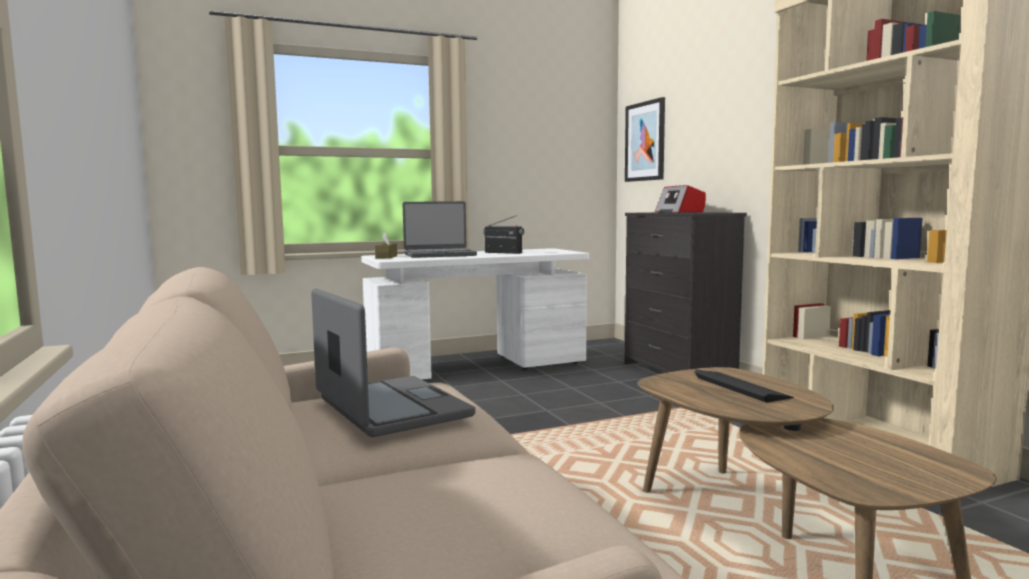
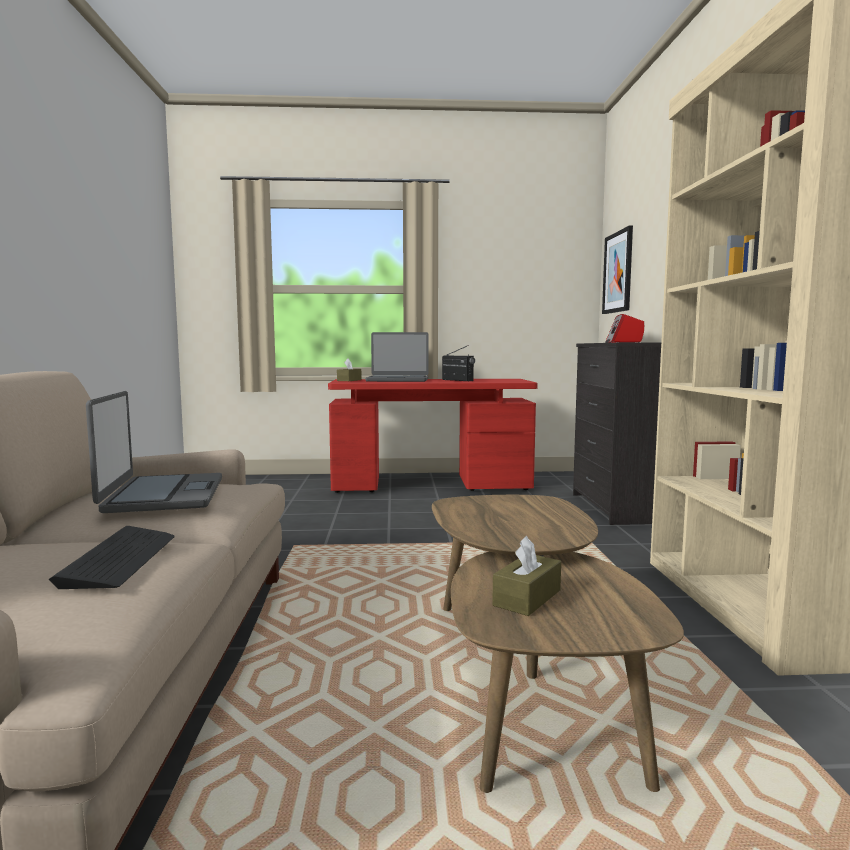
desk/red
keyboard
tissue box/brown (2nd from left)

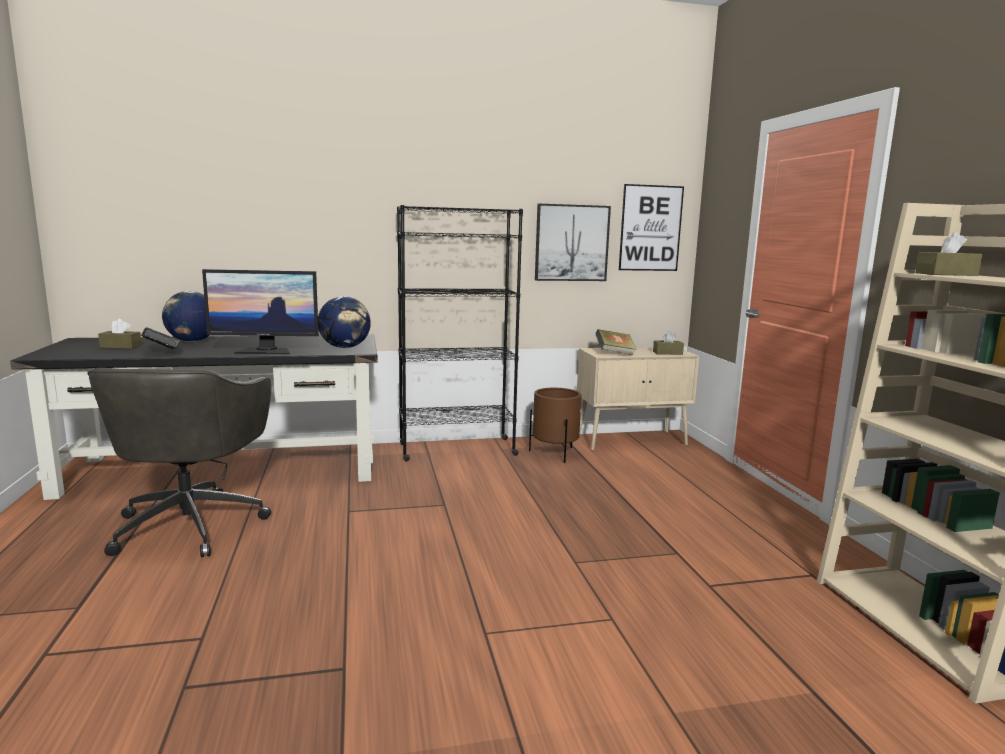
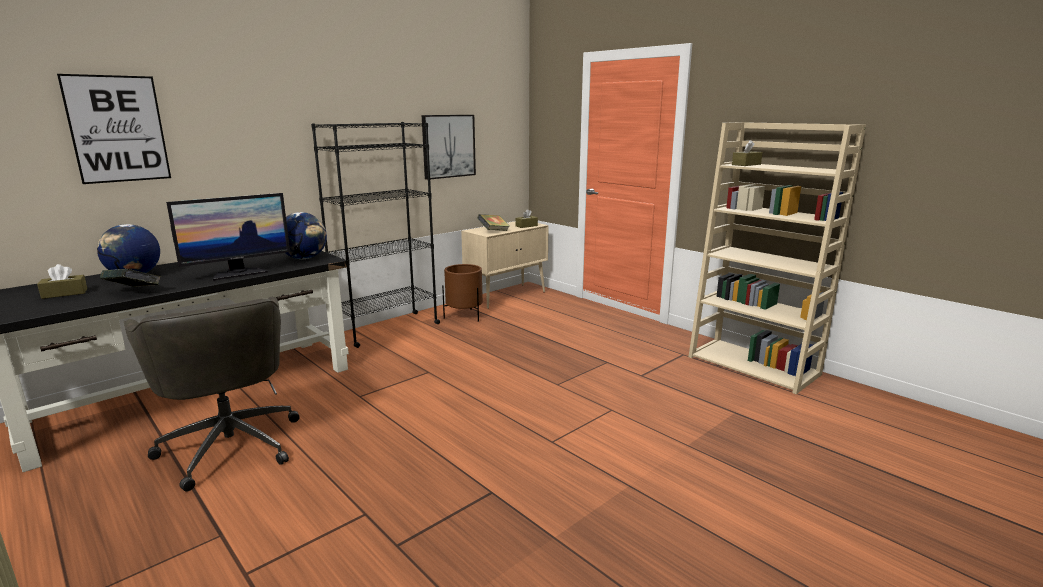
picture (1st from left)

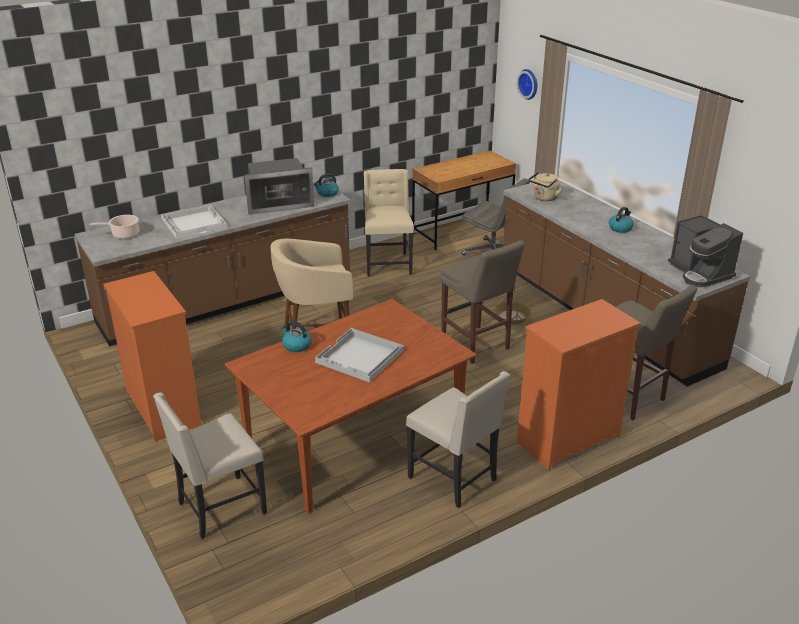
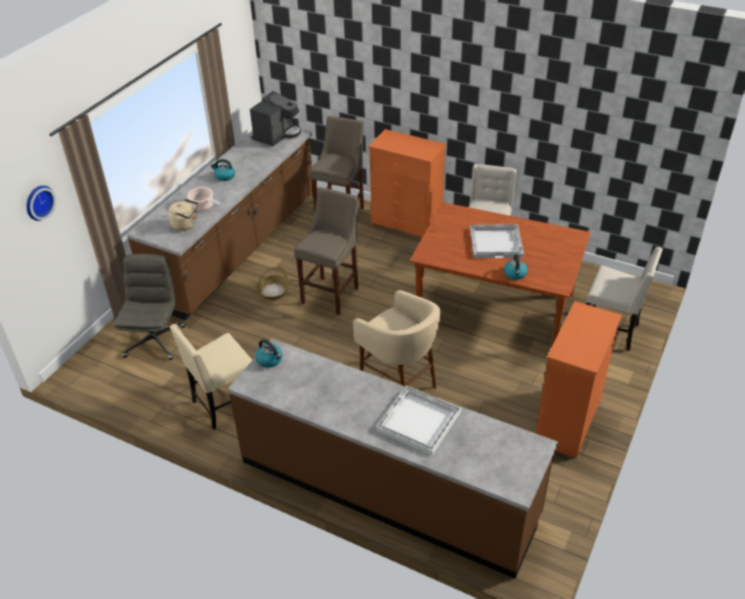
desk/brown
microwave
cooking pot

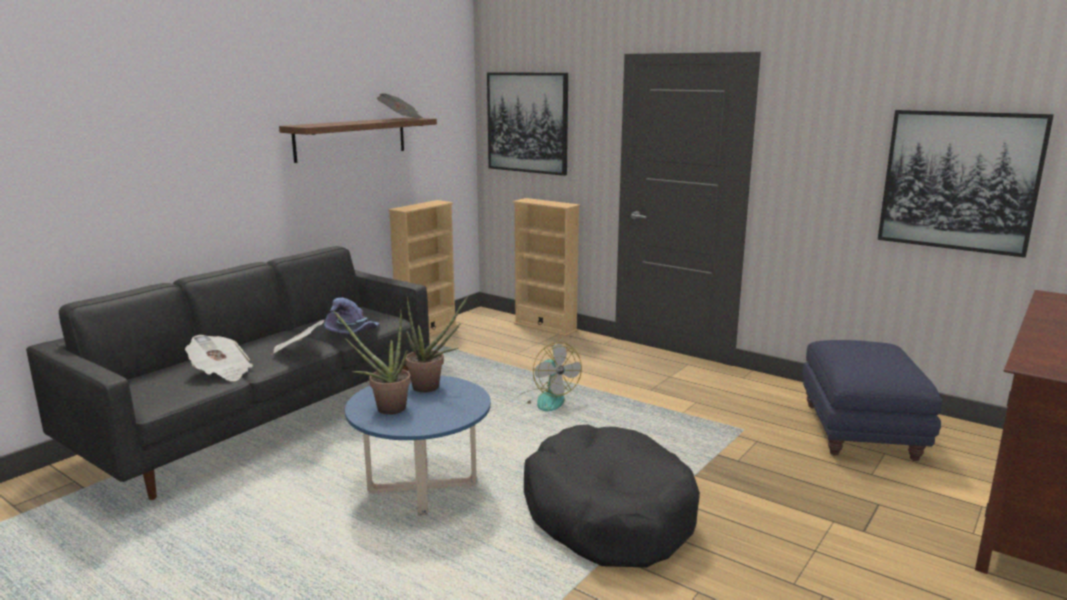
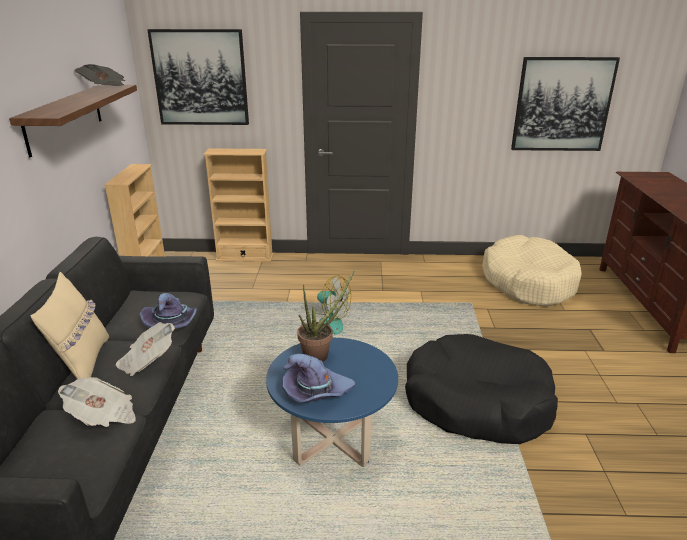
hat/purple (2nd from left)
dog bed/beige
pillow/beige

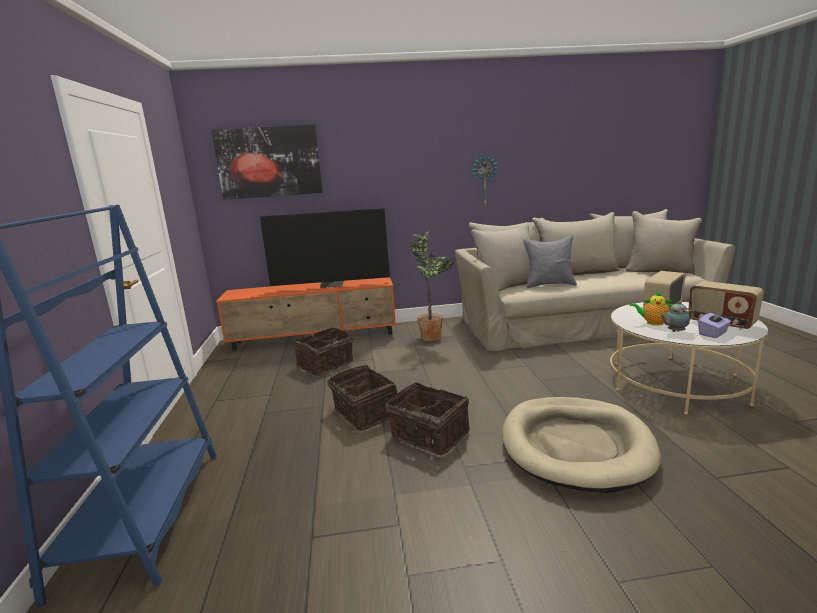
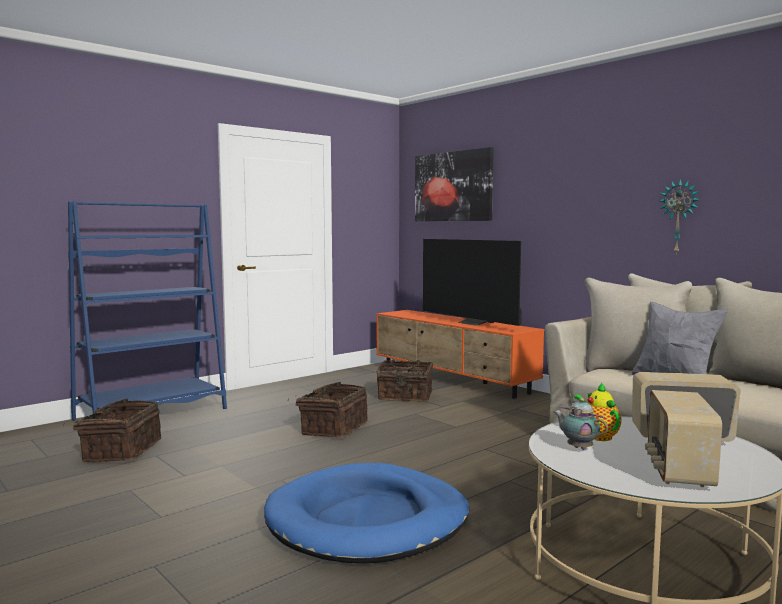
potted plant
tissue box/purple
basket (1st from left)
dog bed/blue

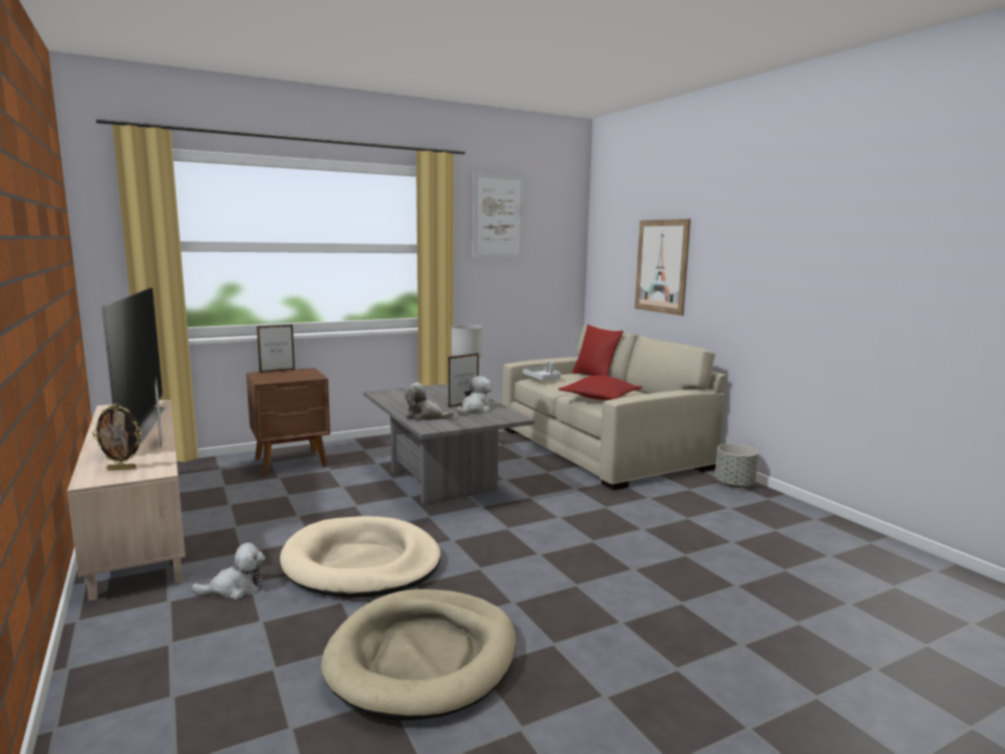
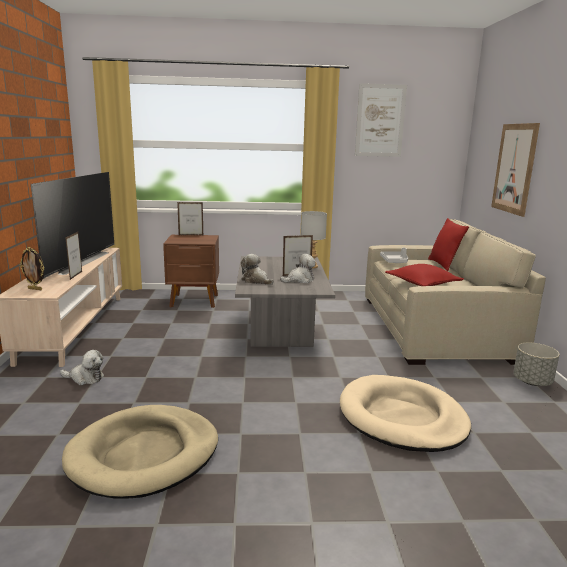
dog bed/beige (2nd from left)

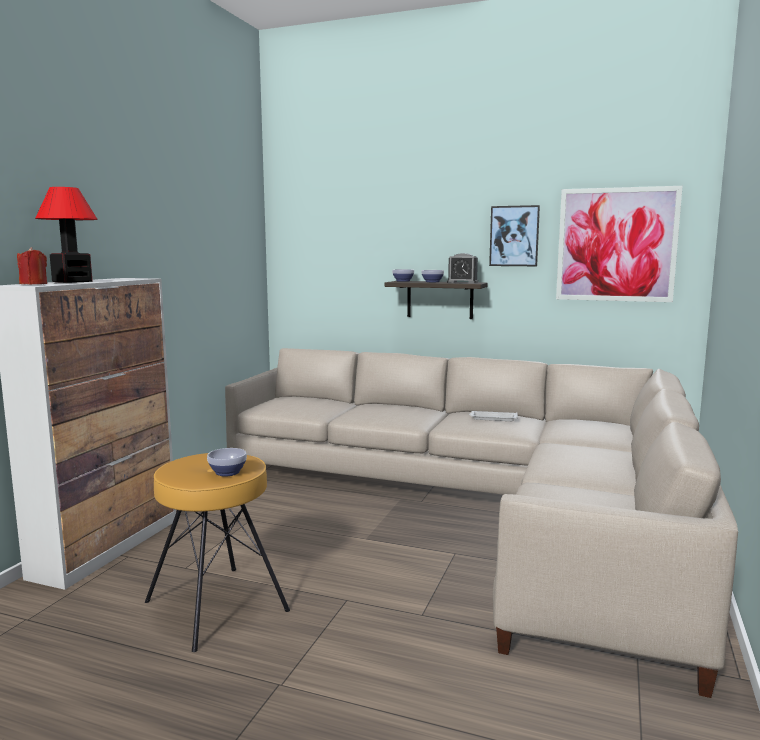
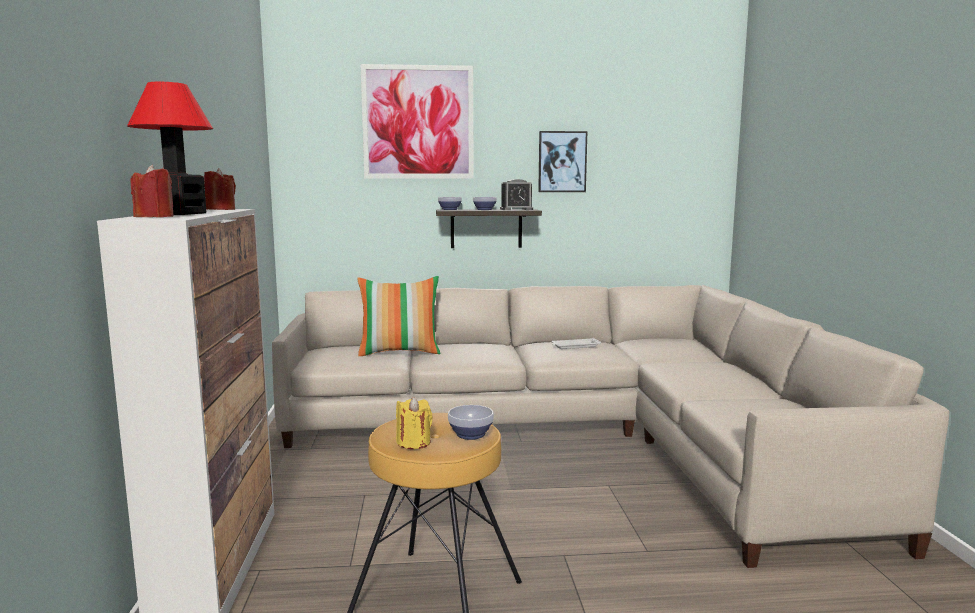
picture (1st from left)
candle/red (2nd from left)
pillow
candle/yellow

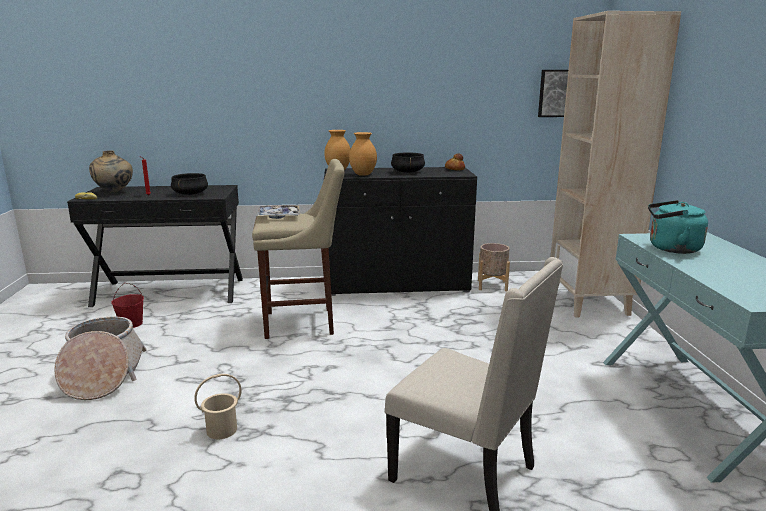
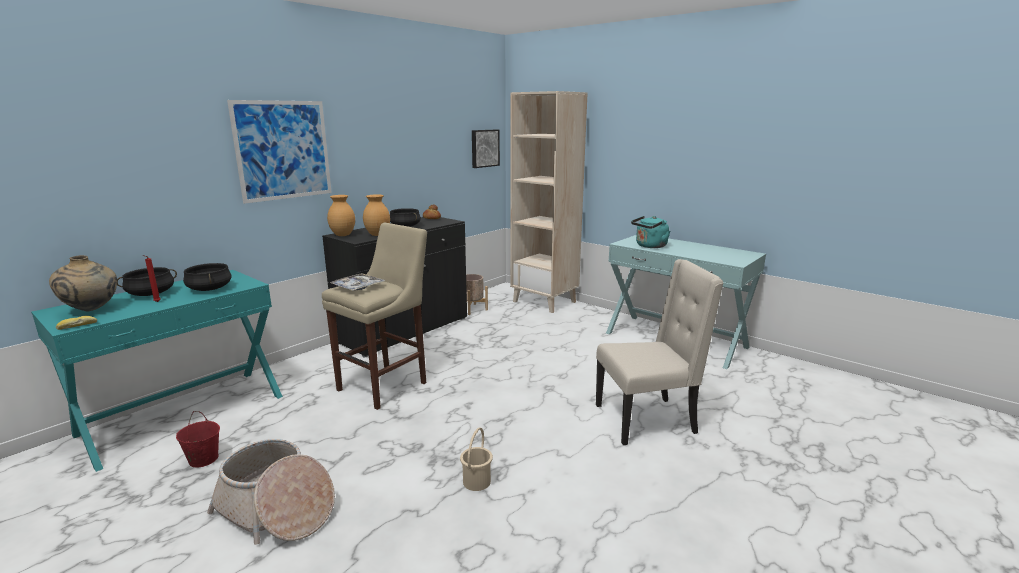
console table/turquoise (1st from left)
picture (1st from left)
cooking pot/black (1st from left)

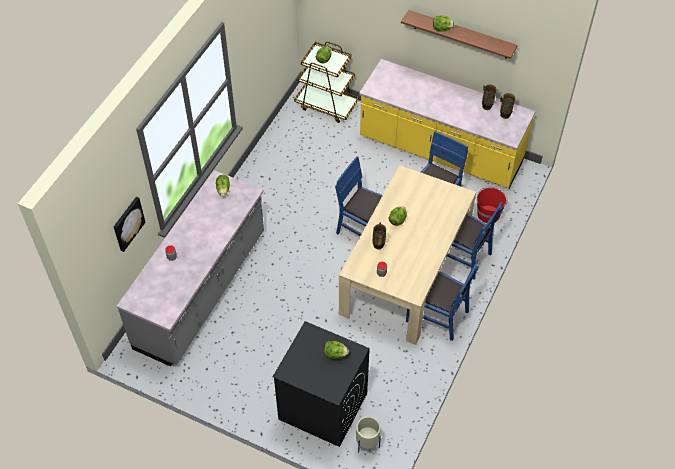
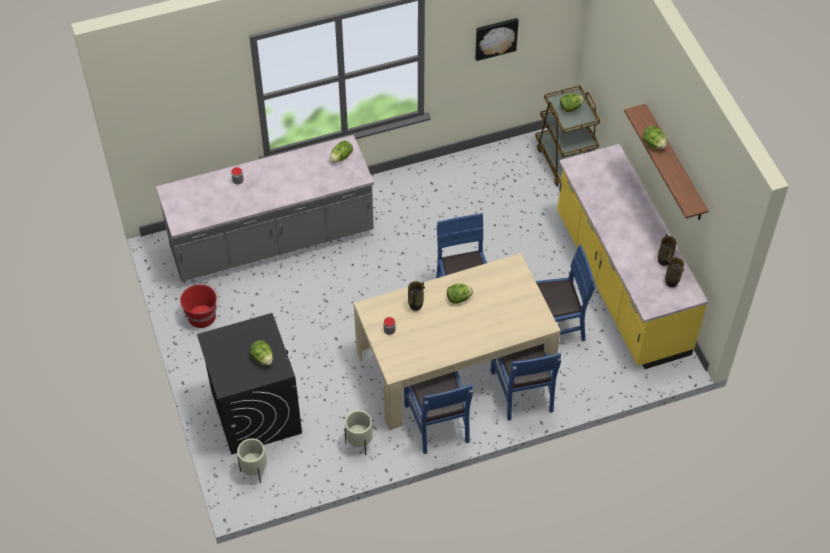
bucket/red
picture
planter/beige (2nd from left)

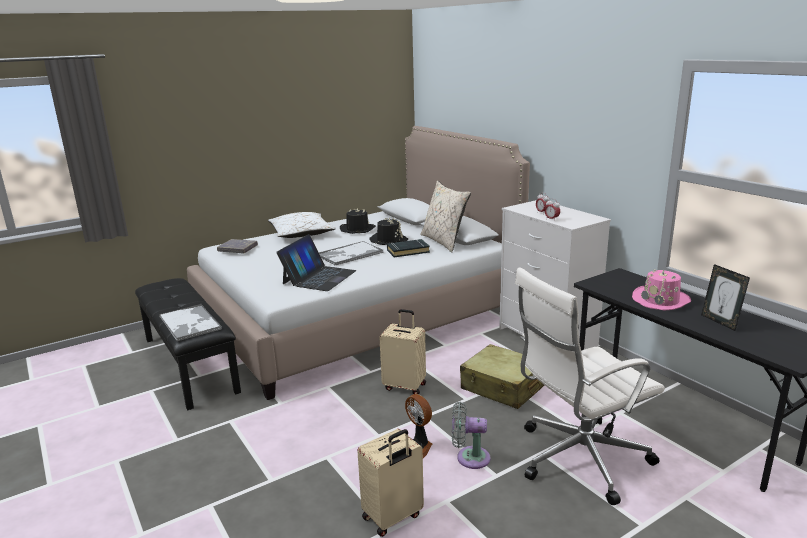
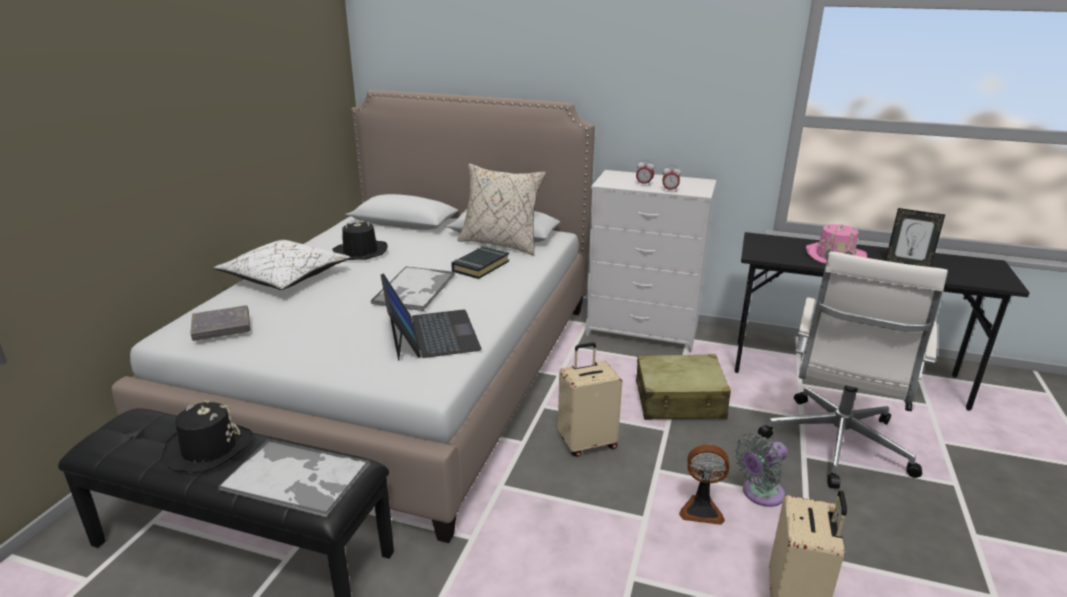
hat/black (1st from left)

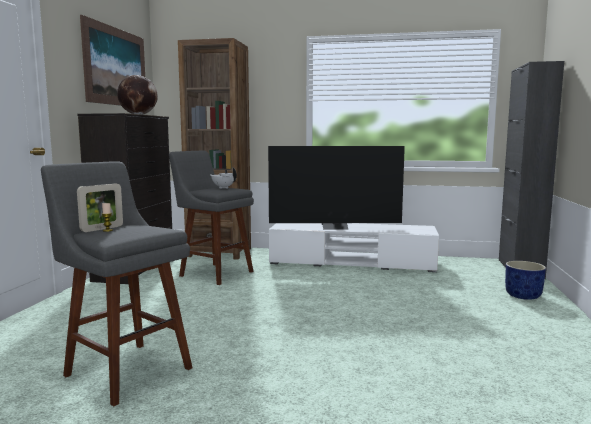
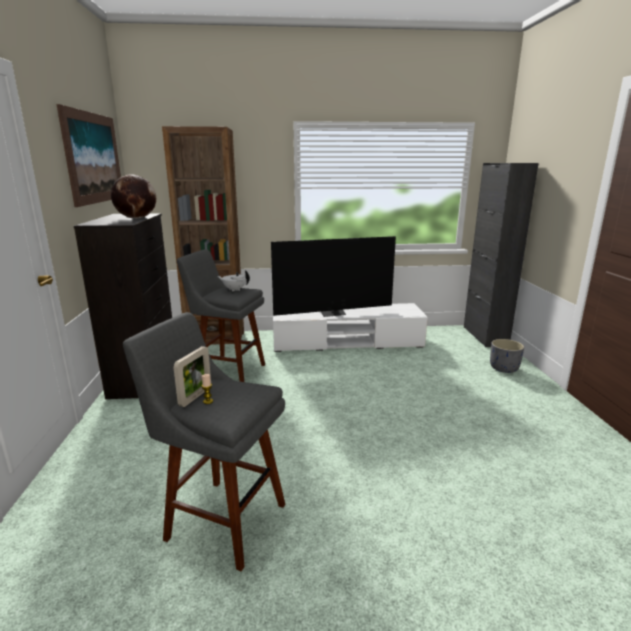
planter/grey

